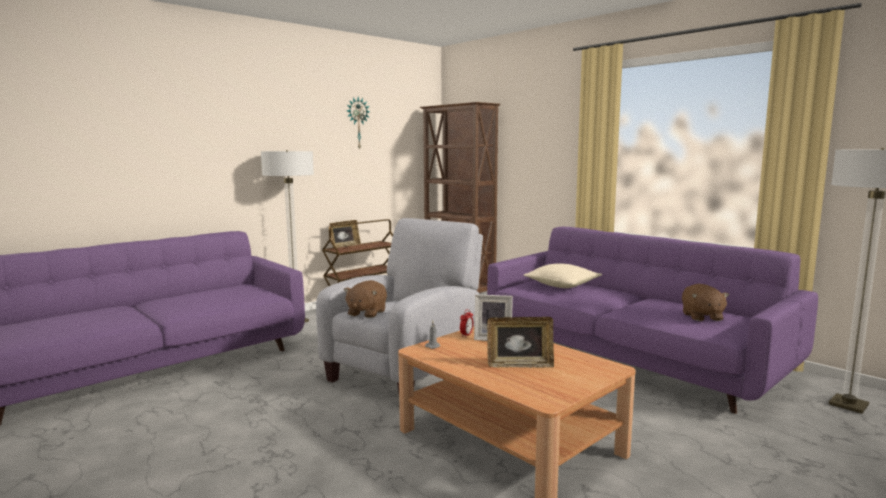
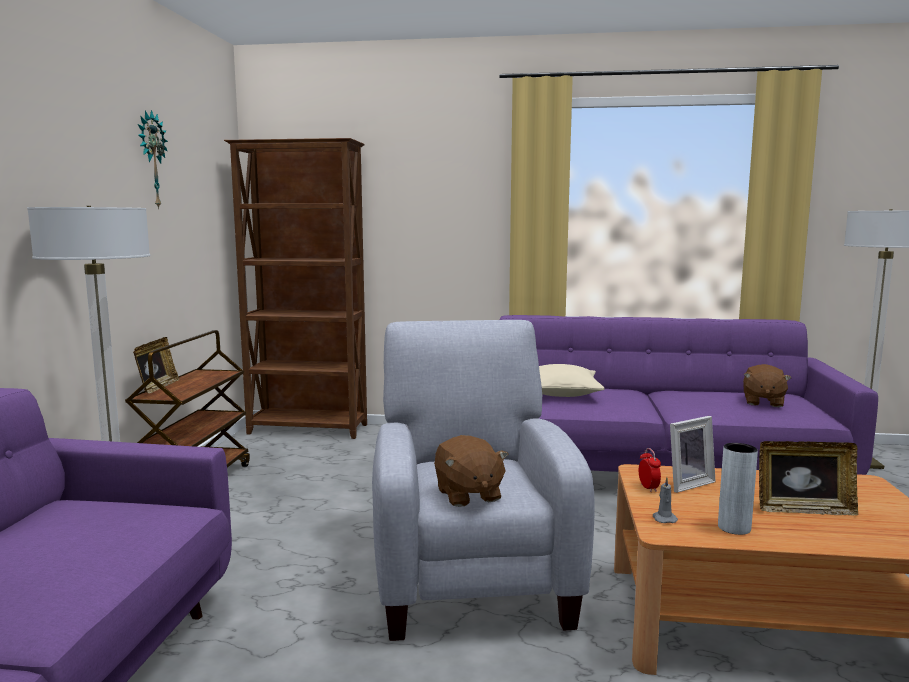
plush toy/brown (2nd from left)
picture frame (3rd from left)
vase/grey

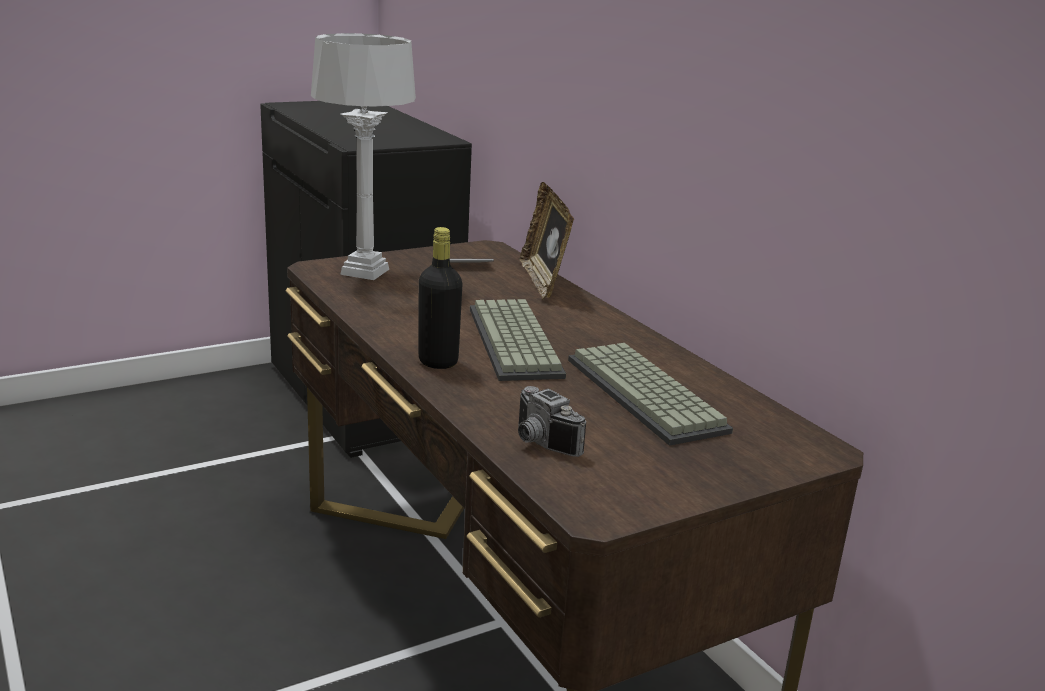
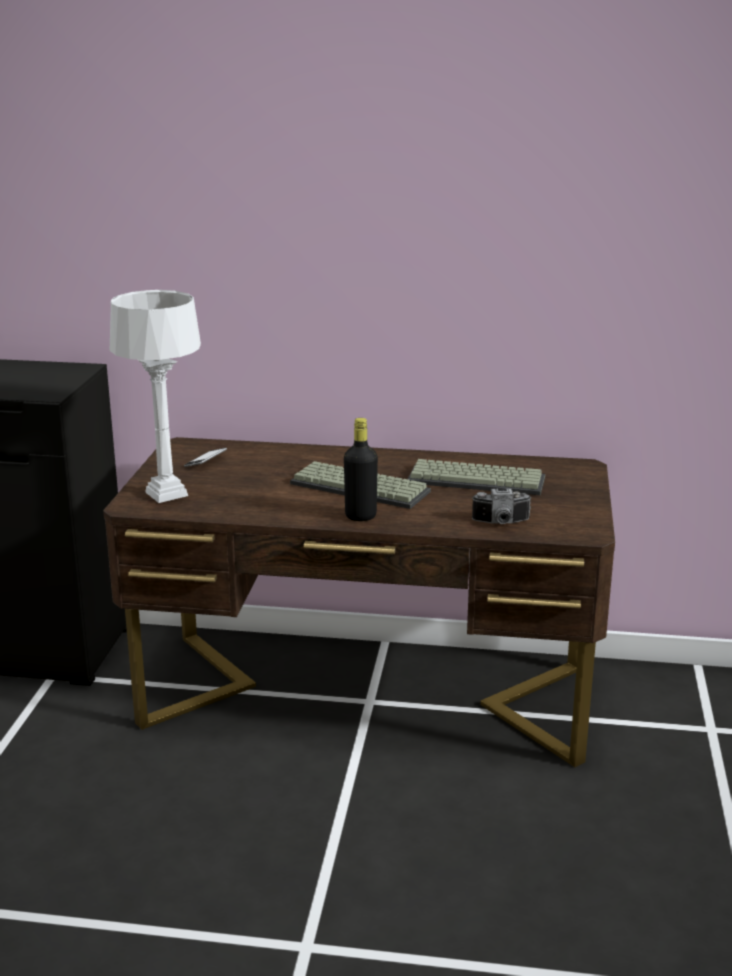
picture frame

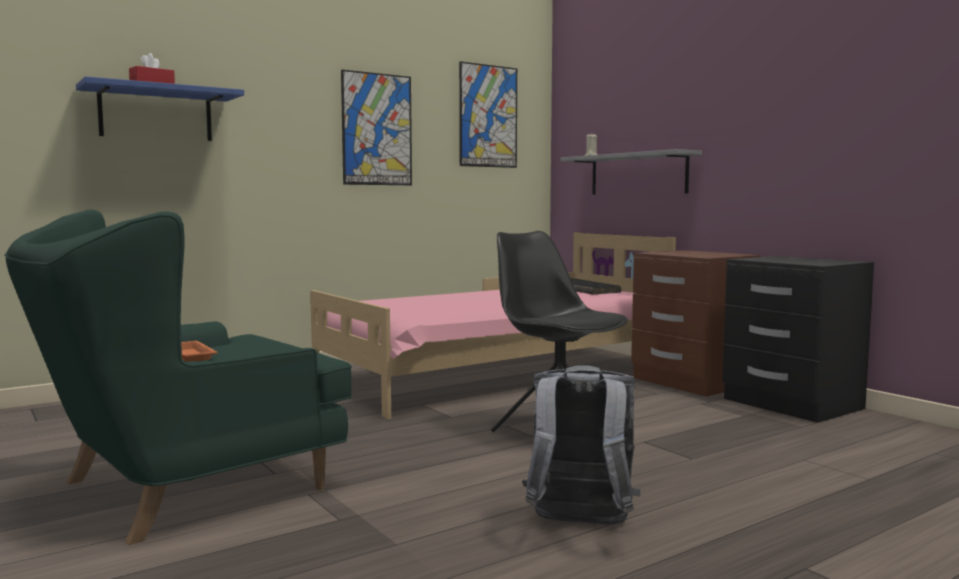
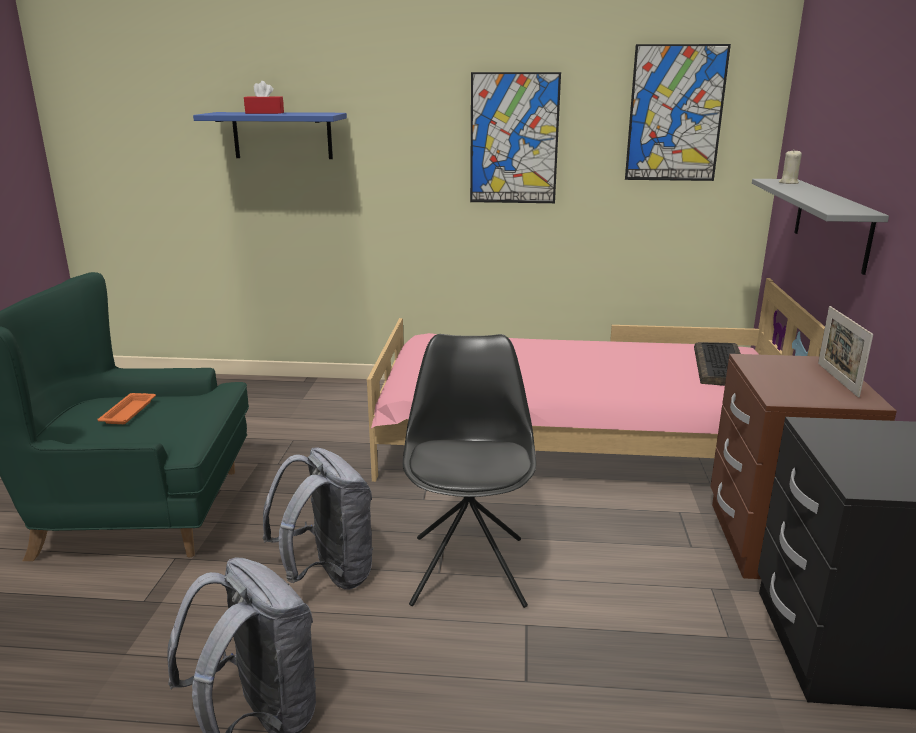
picture frame
backpack/grey (2nd from left)

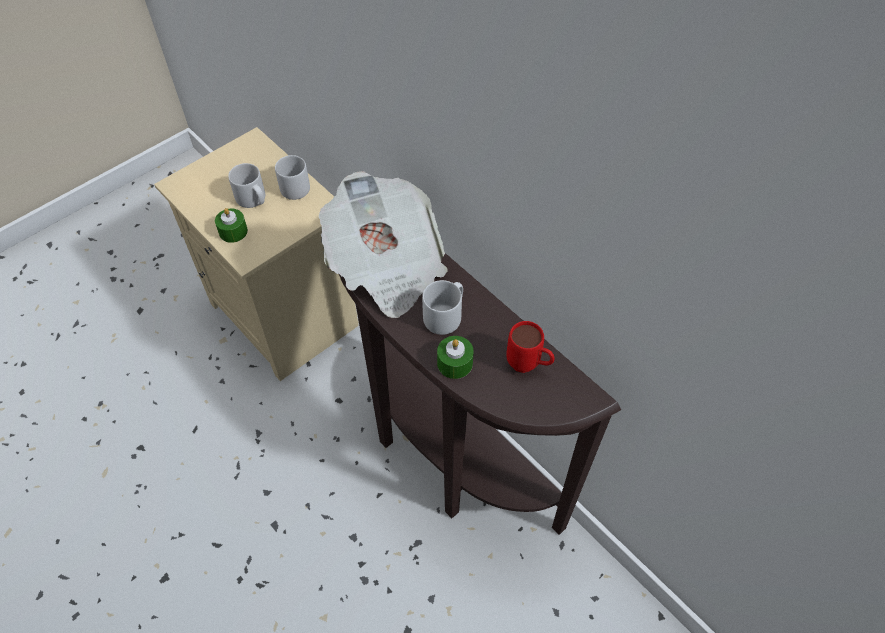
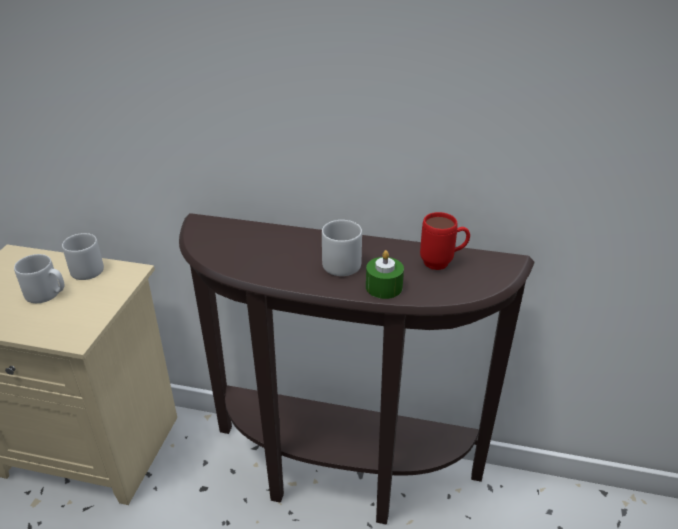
newspaper
candle/green (1st from left in the first image)

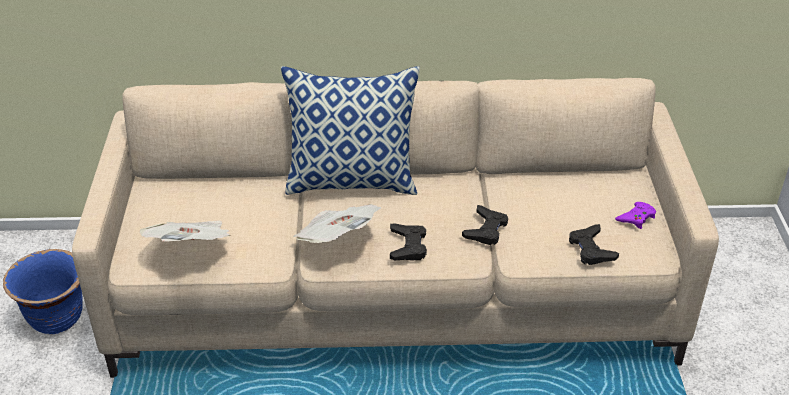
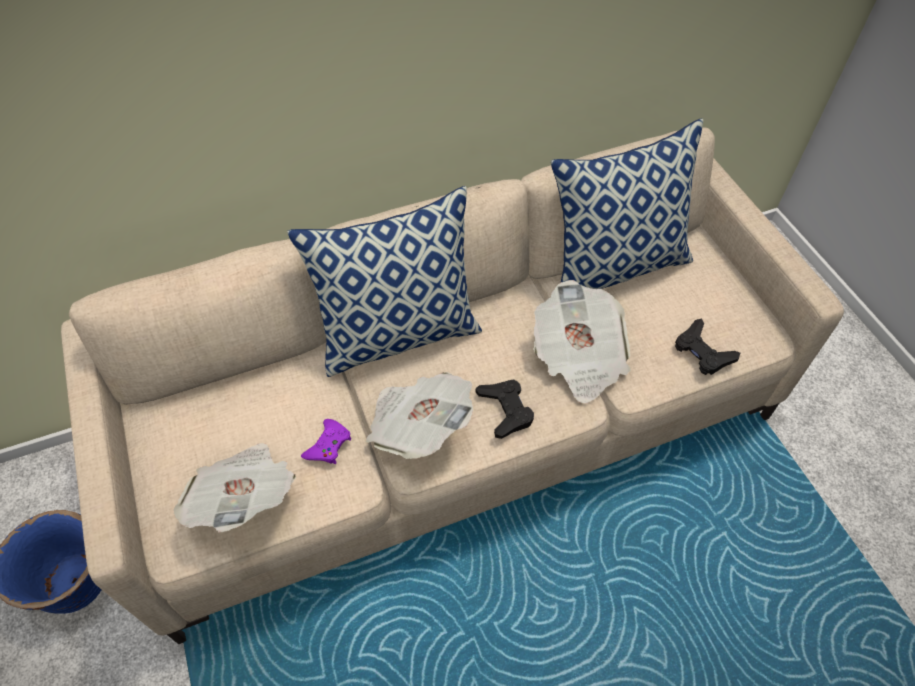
game controller/purple
newspaper (3rd from left)
pillow (2nd from left)

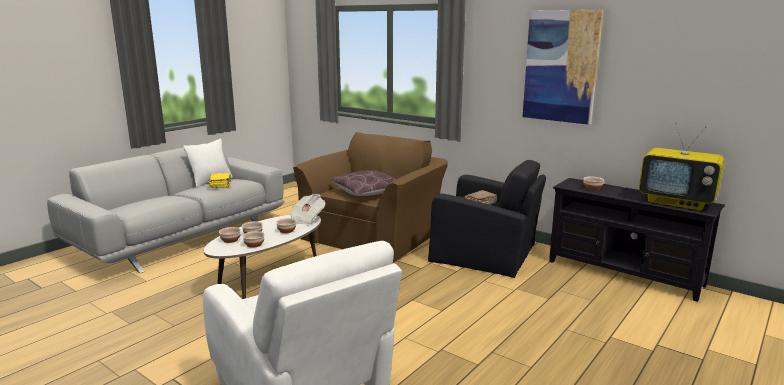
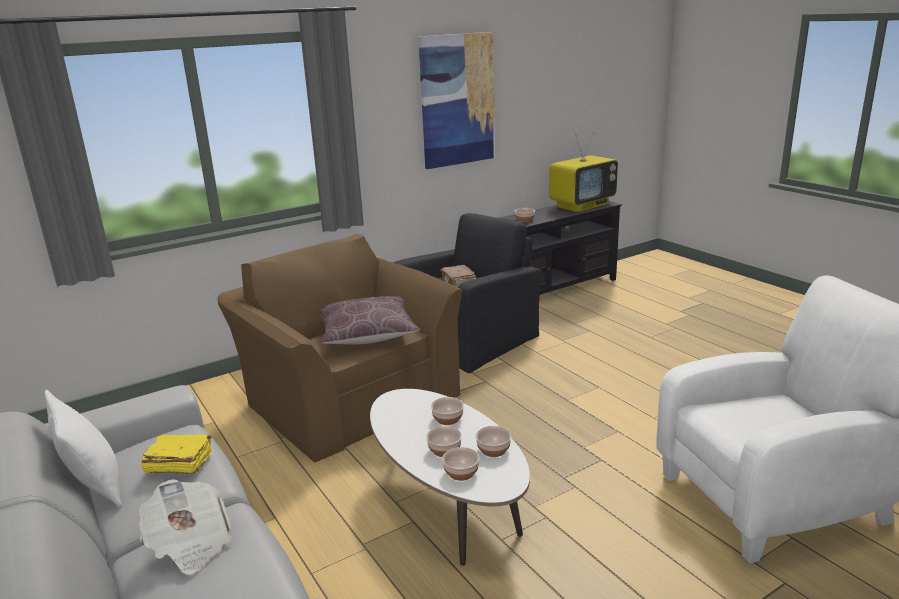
newspaper

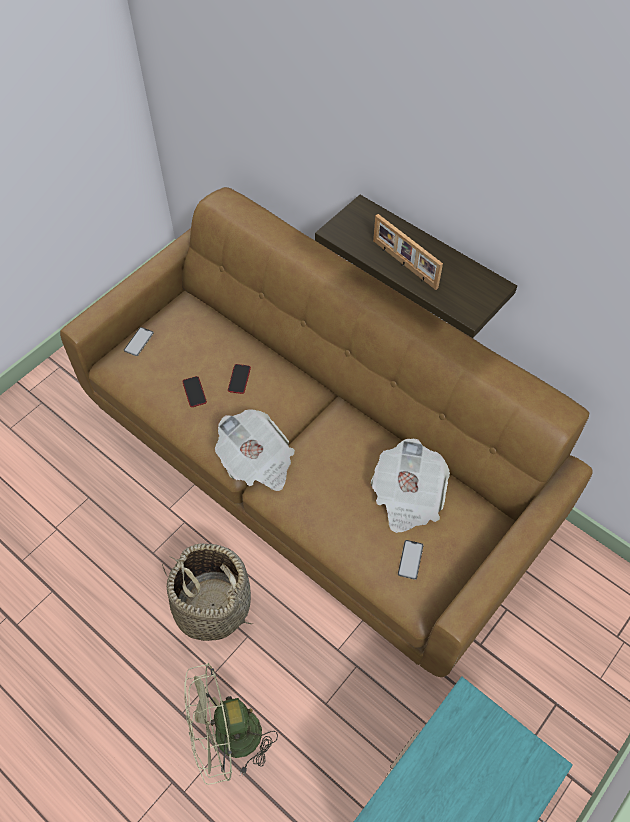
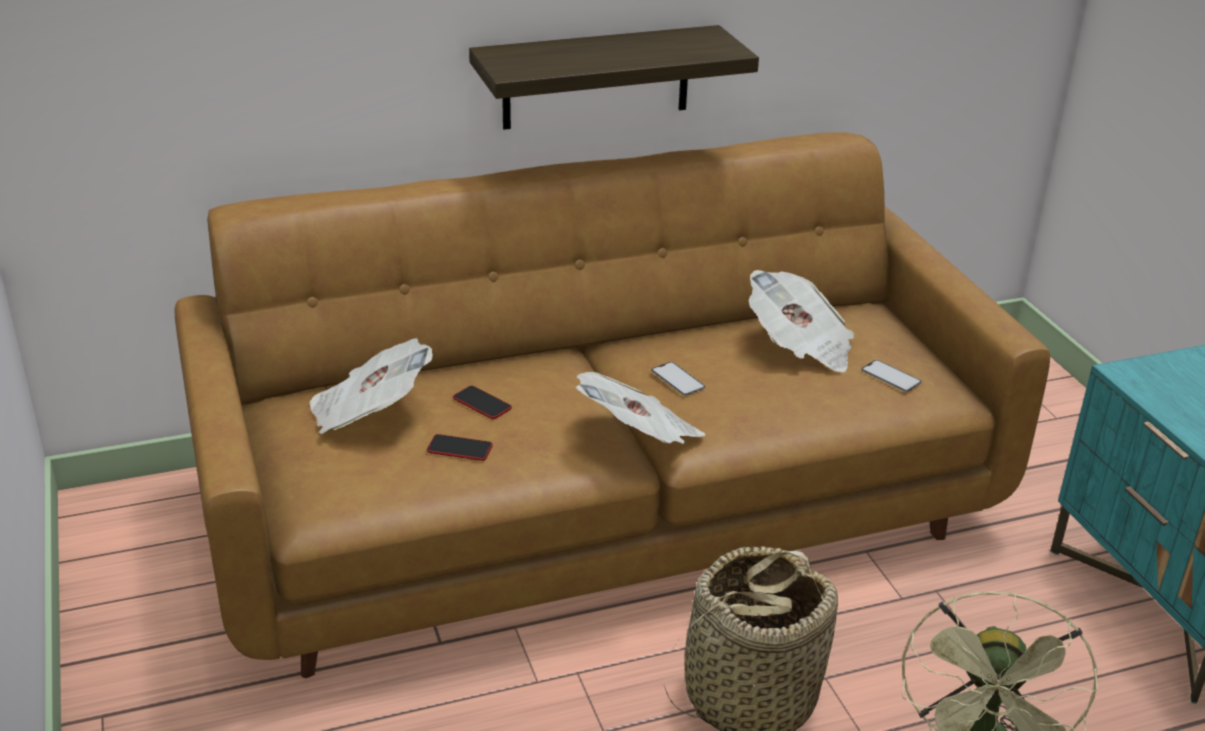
picture frame
phone (3rd from left)
newspaper (1st from left)

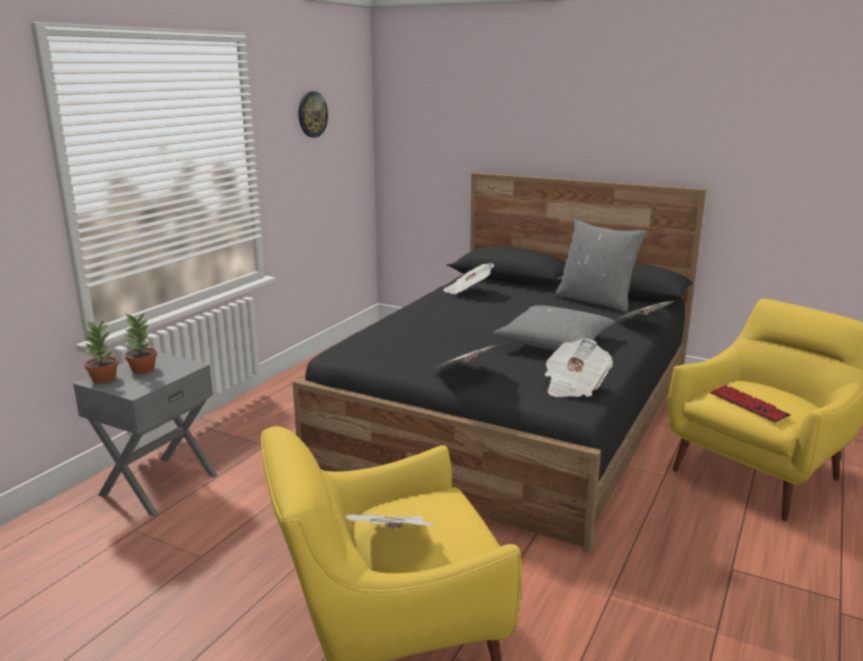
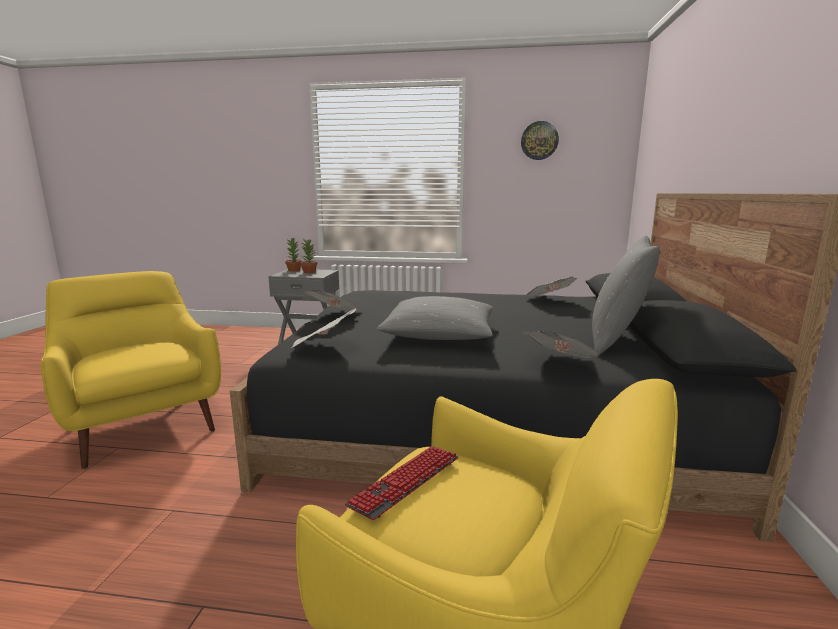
newspaper (1st from left in the first image)

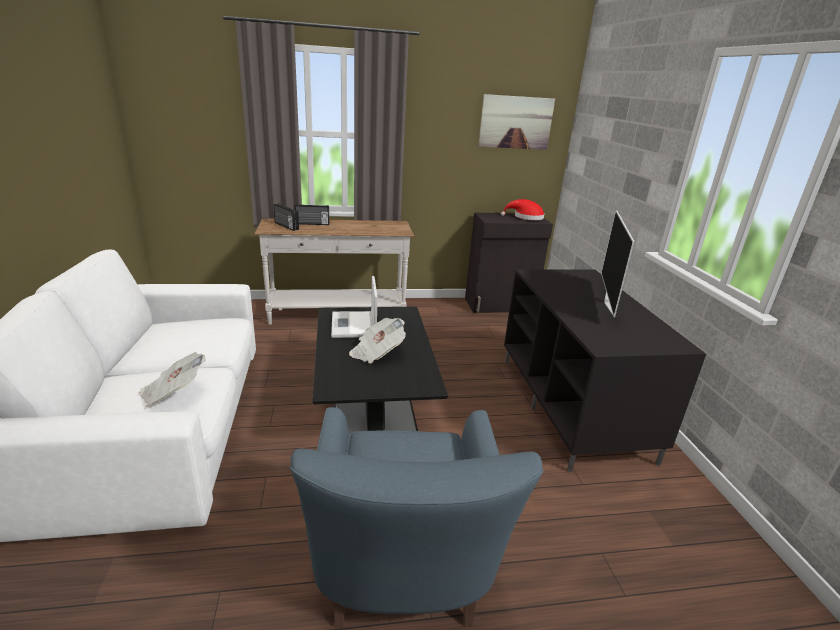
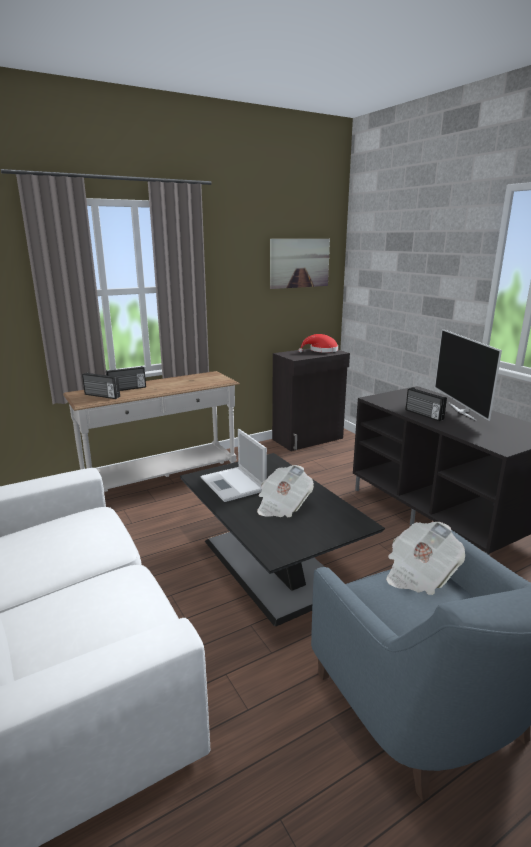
newspaper (2nd from left)
radio (3rd from left)

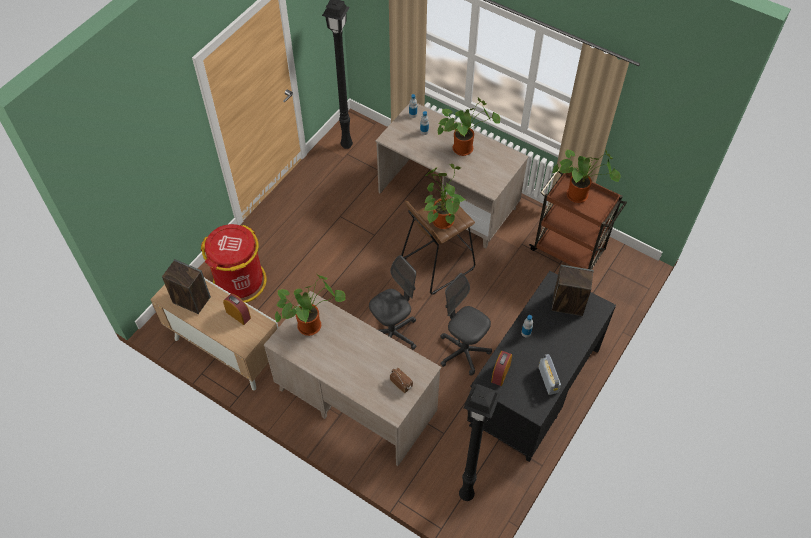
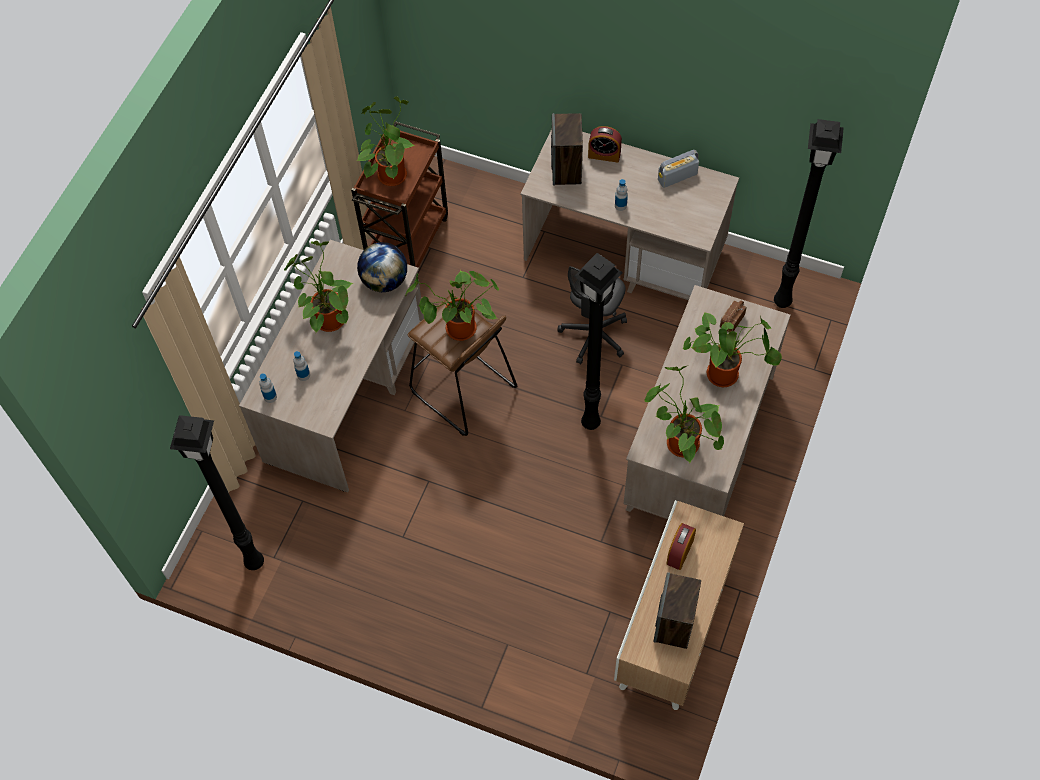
trash can/red
floor lamp/black (2nd from left)
desk/beige (2nd from left)
alarm clock (1st from left)
globe
potted plant (5th from left)

